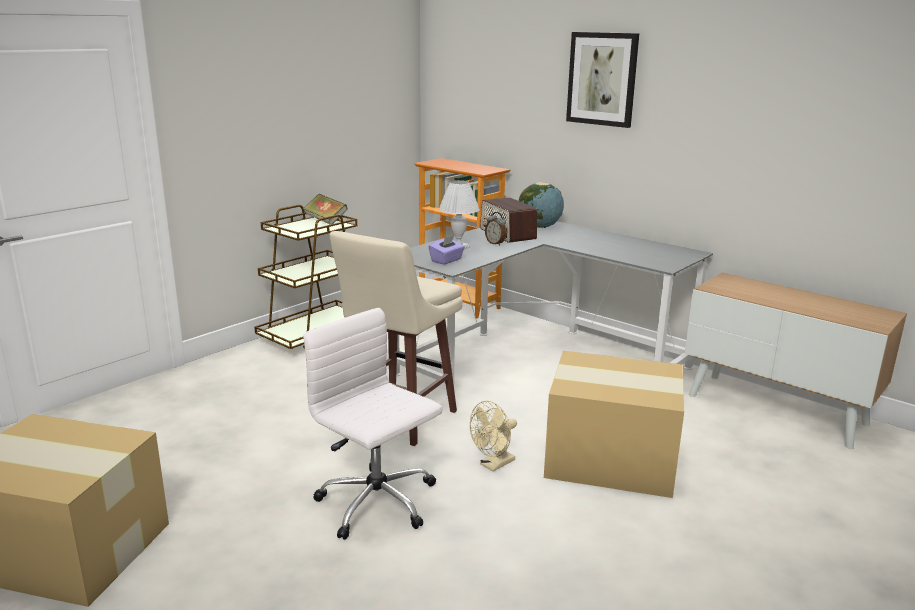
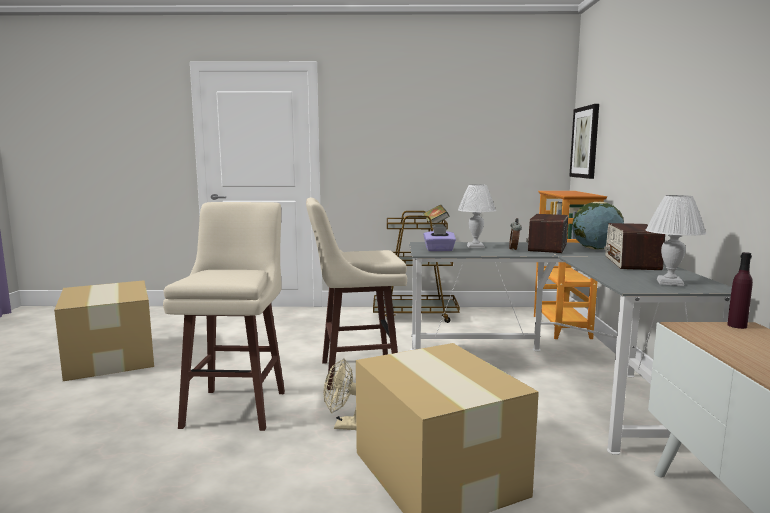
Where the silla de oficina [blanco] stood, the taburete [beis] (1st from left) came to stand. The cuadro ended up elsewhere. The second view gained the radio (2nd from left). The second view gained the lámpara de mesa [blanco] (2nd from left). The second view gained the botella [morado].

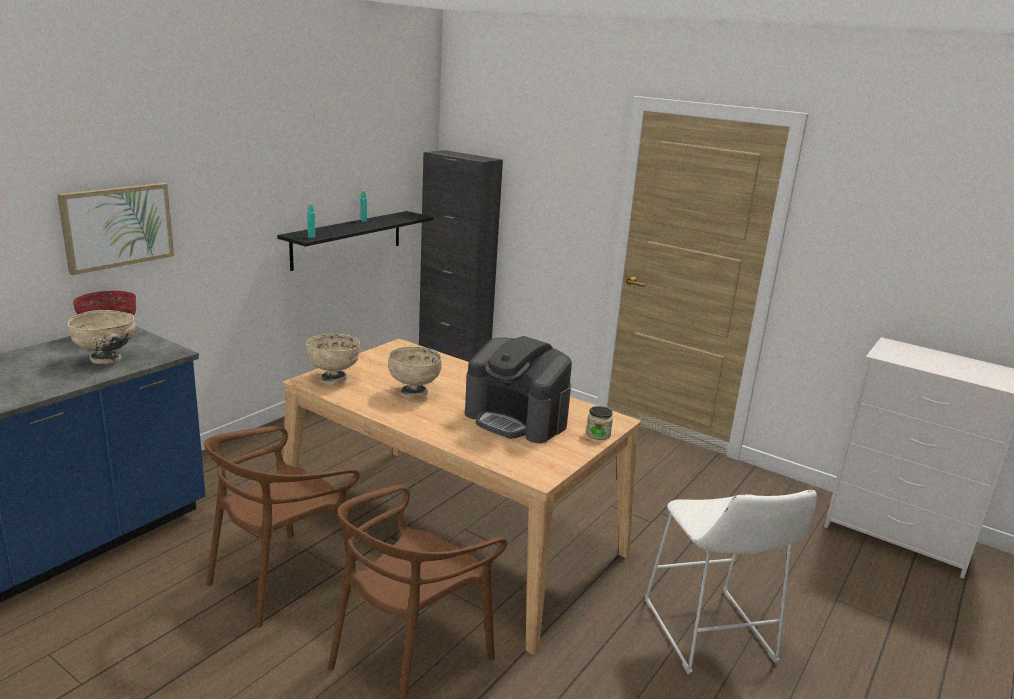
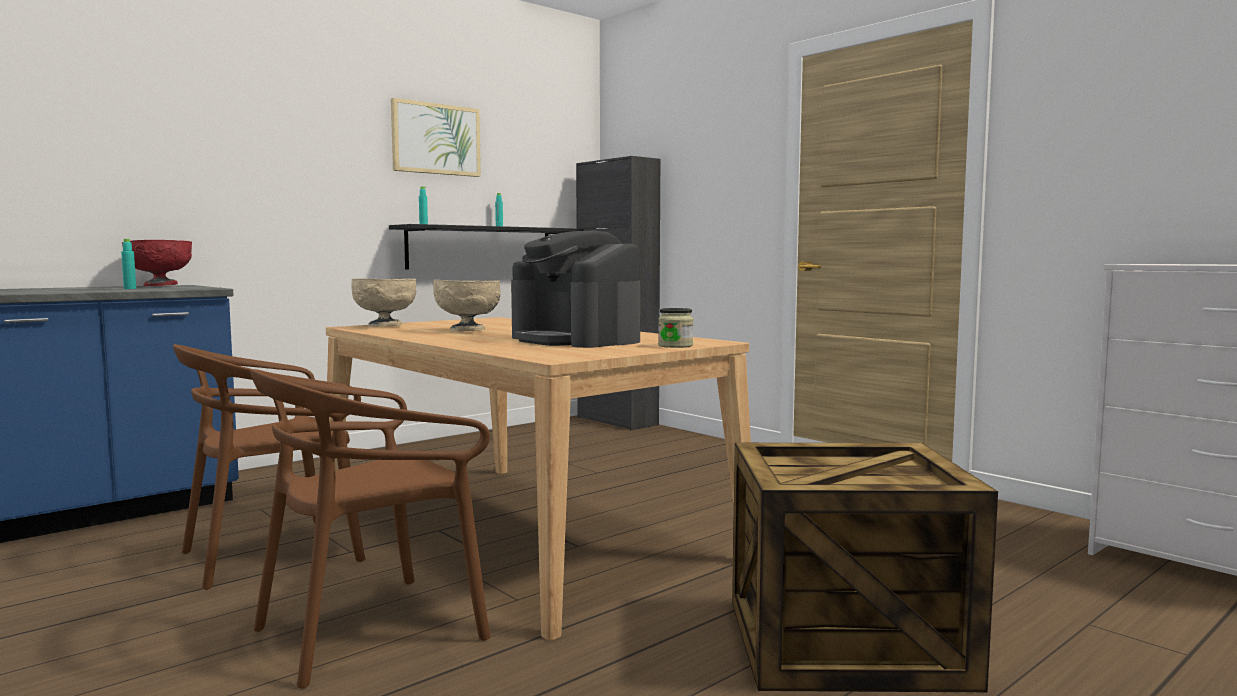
Where the cuenco [beis] (1st from left) stood, the botella [turquesa] (1st from left) came to stand. The cuadro ended up elsewhere. Where the taburete [blanco] stood, the caja de embalaje came to stand.

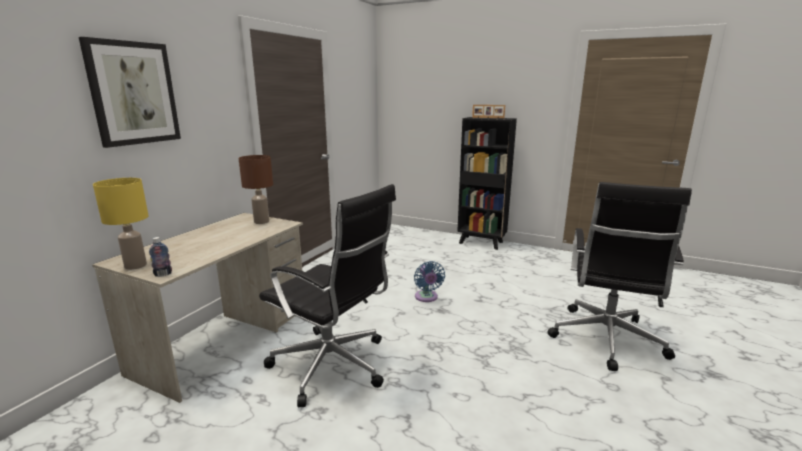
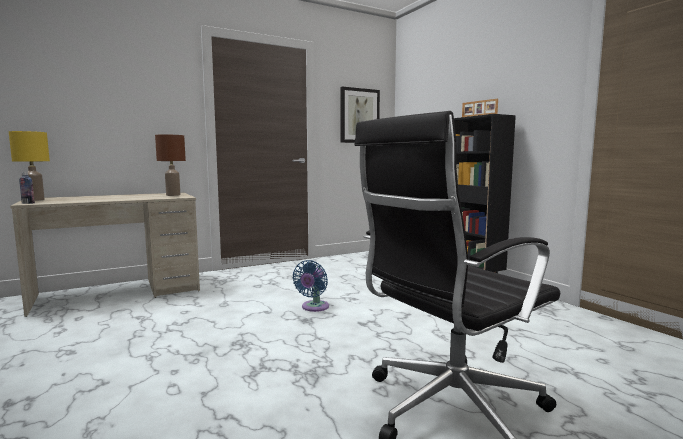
The cuadro ended up elsewhere. The second view lost the silla de oficina [negro] (1st from left).

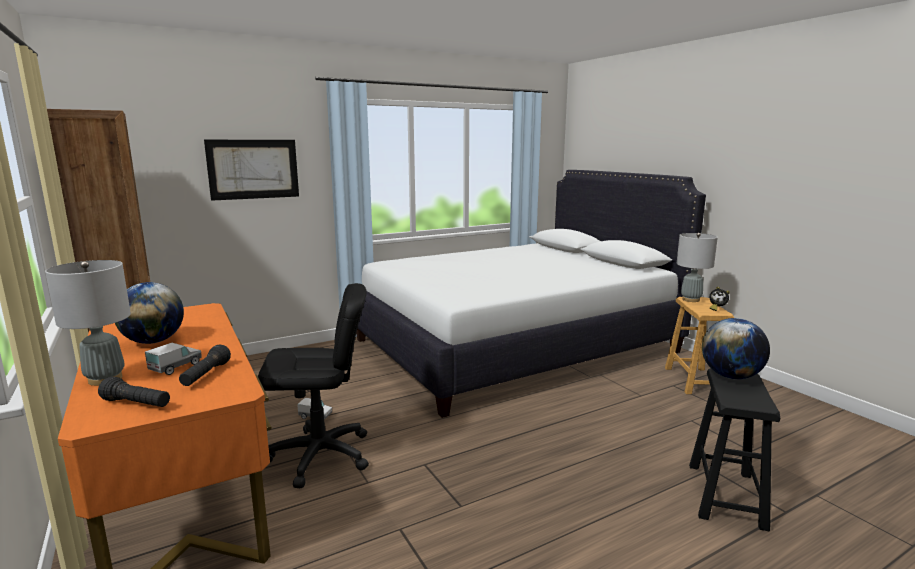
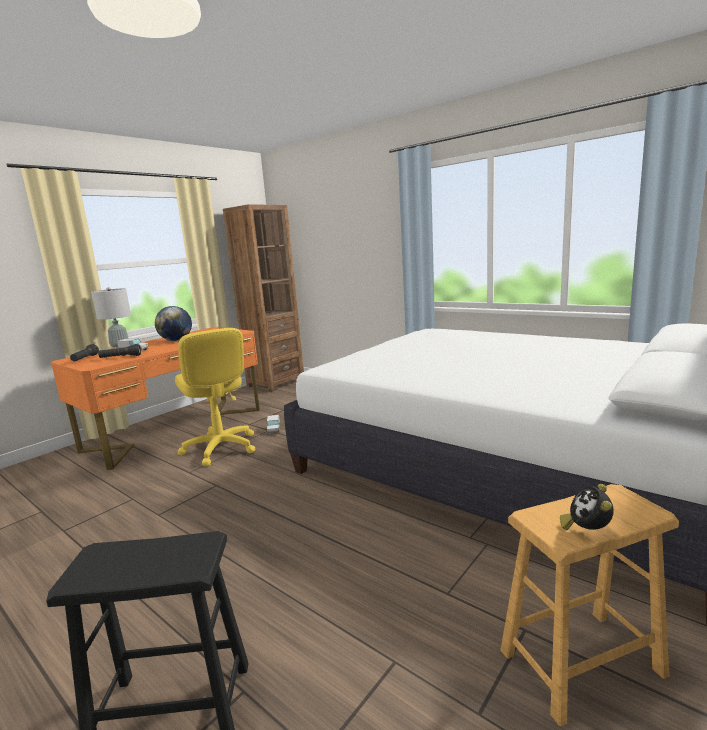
What was the silla de oficina [negro] turned into the silla de oficina [amarillo]. The second view lost the cuadro. The second view lost the lámpara de mesa [gris] (2nd from left). The second view lost the globo terráqueo (2nd from left).

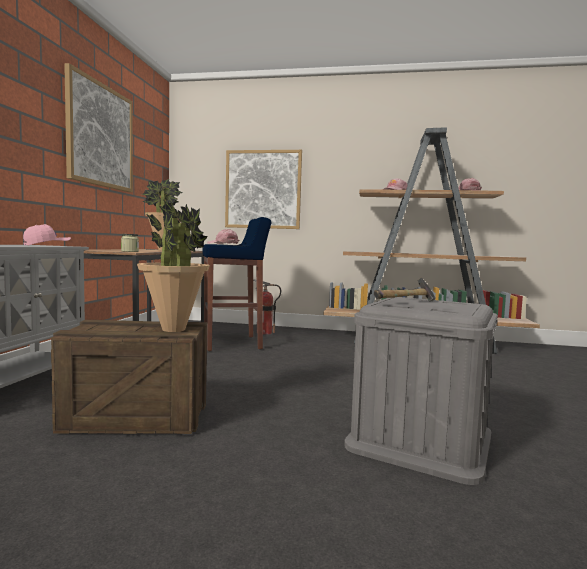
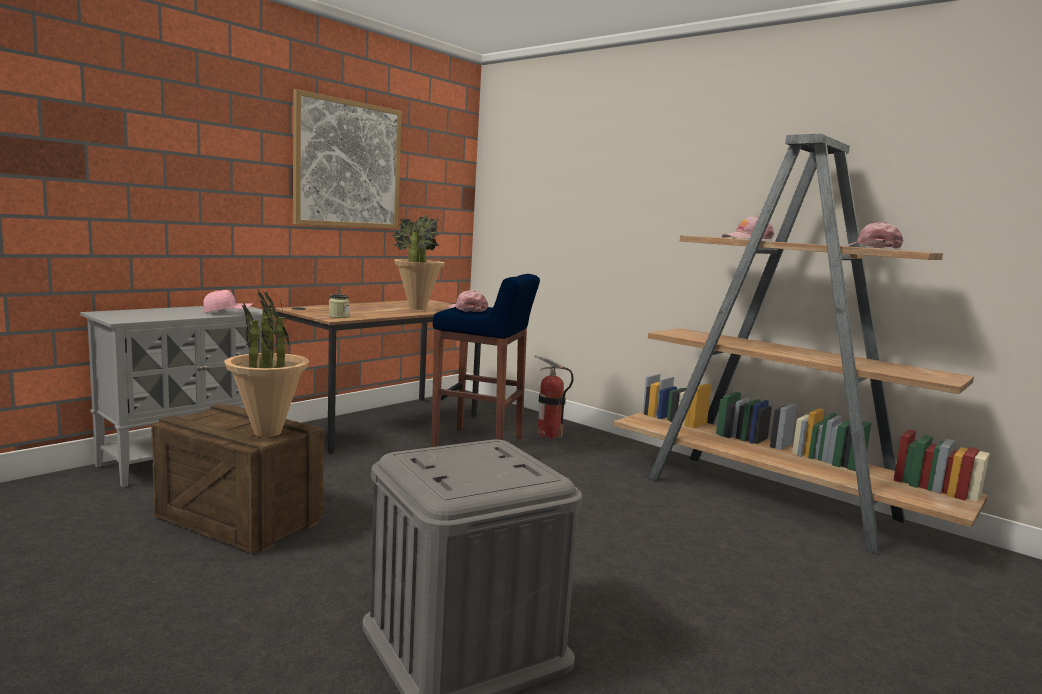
The second view lost the cuadro (2nd from left). The second view lost the martillo.

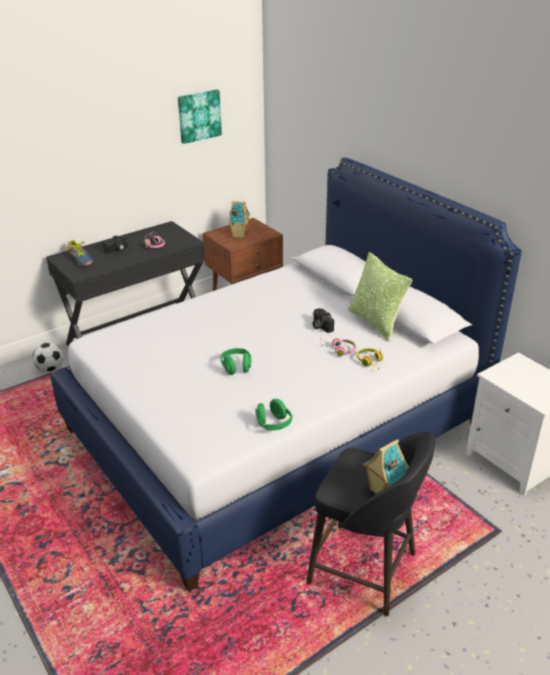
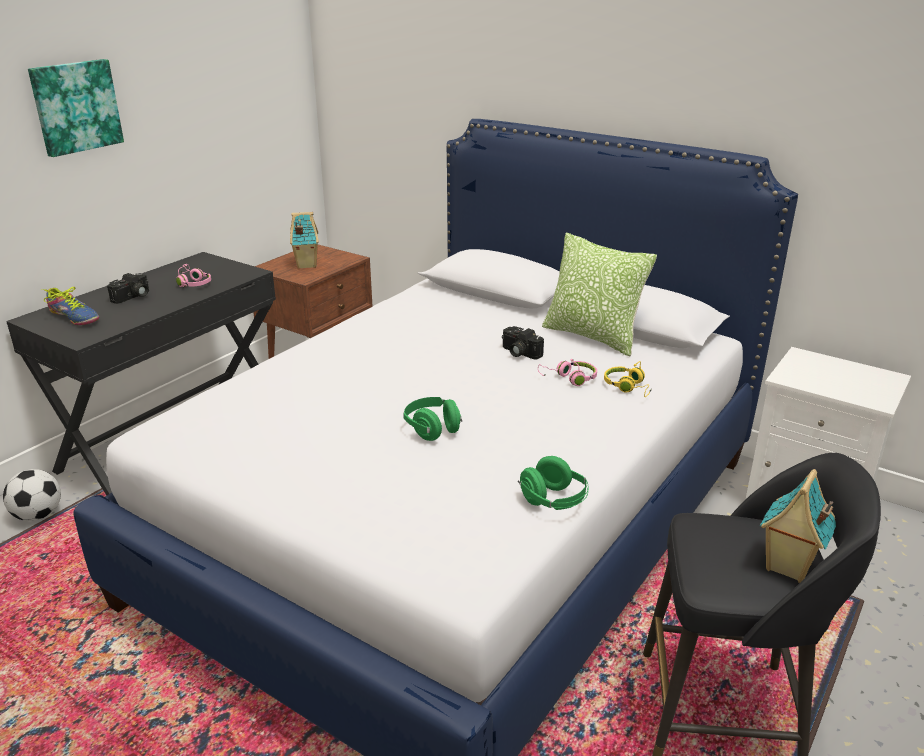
The cuadro ended up elsewhere.

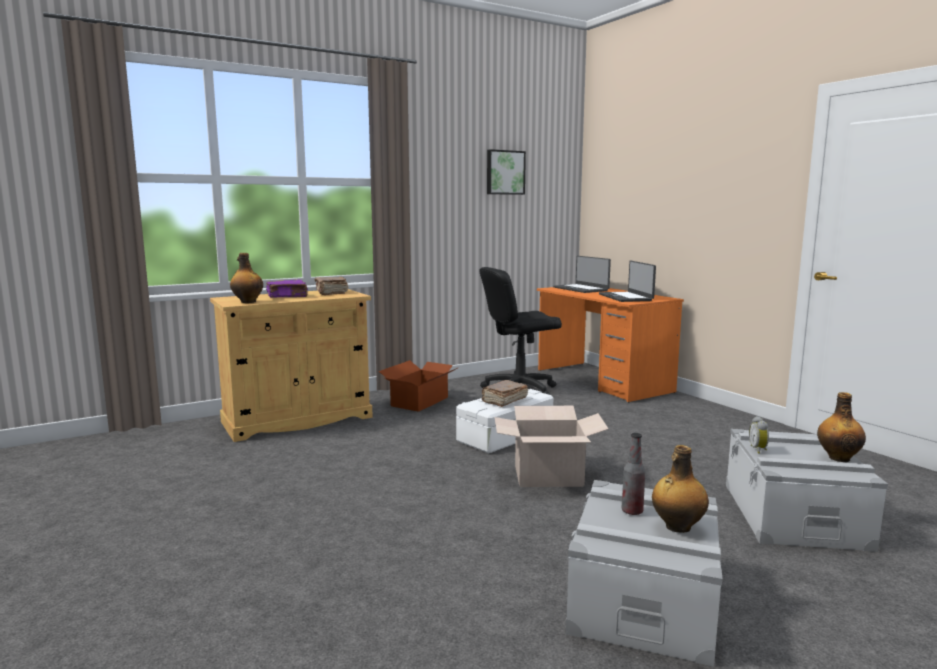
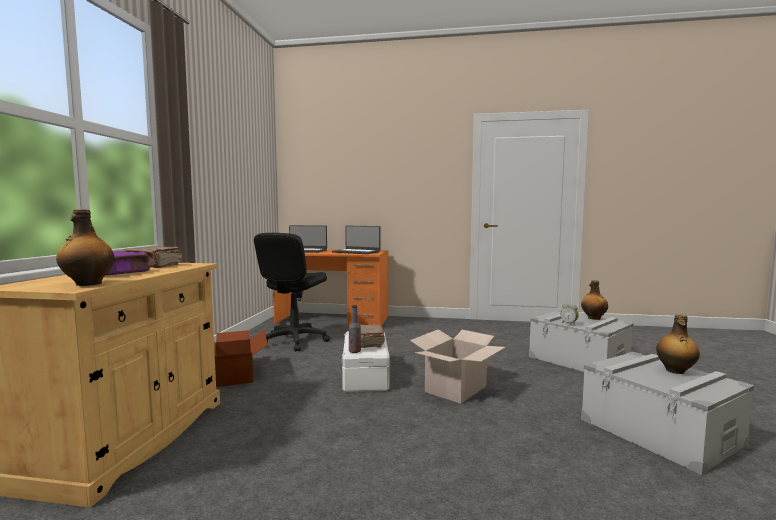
The botella (2nd from left) ended up elsewhere. The second view lost the cuadro.

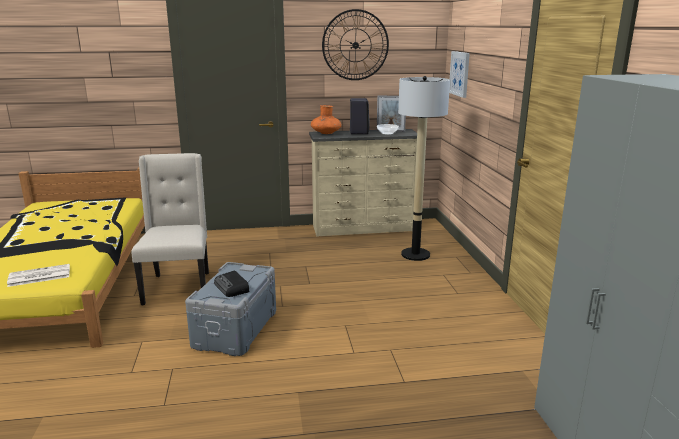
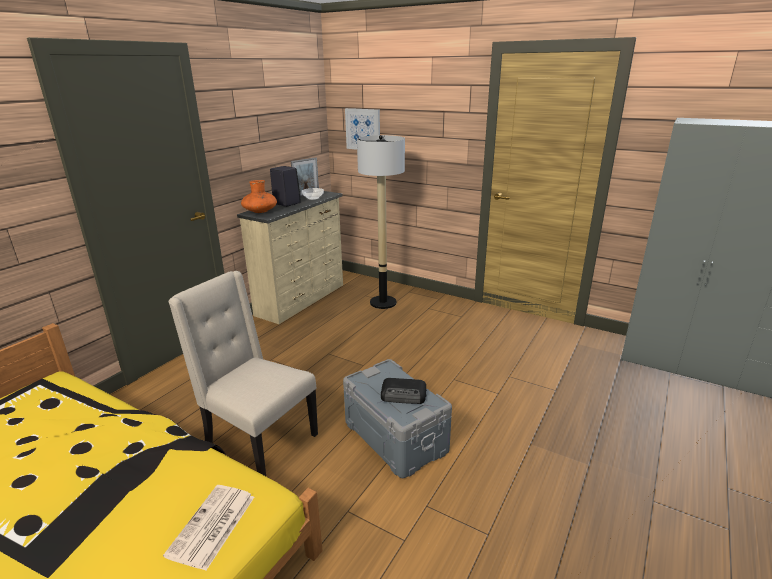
The second view lost the reloj de pared.

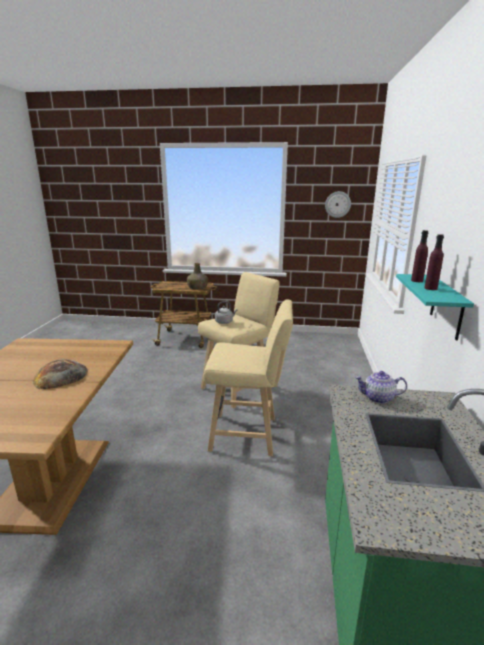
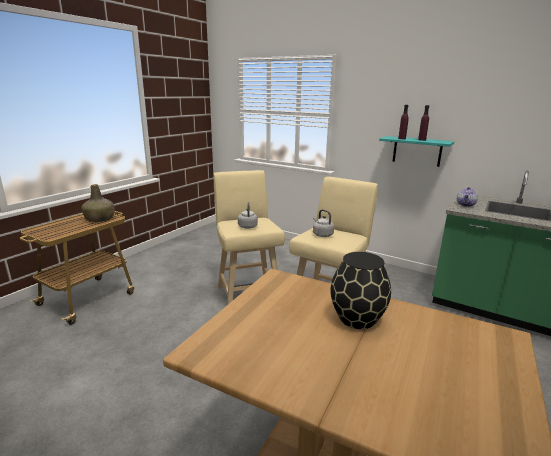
The second view gained the hervidor [gris] (2nd from left). Where the pan stood, the florero [negro] came to stand. The second view lost the reloj de pared.

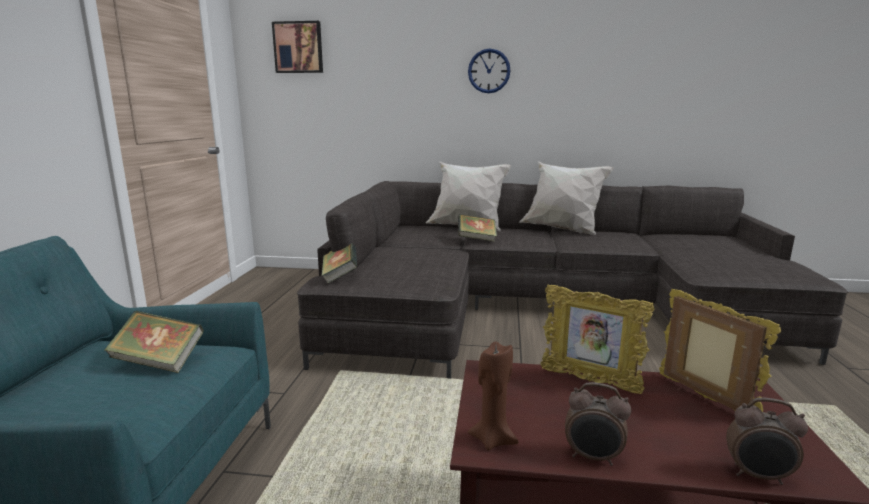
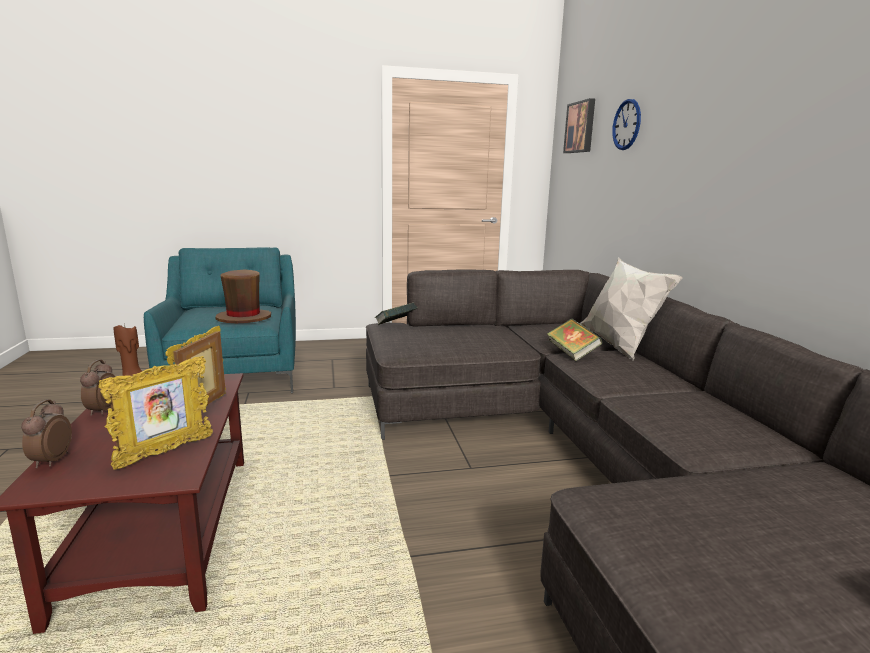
Where the libro (1st from left) stood, the sombrero [marrón] came to stand. The reloj de pared ended up elsewhere. The second view lost the cojín [blanco] (2nd from left).

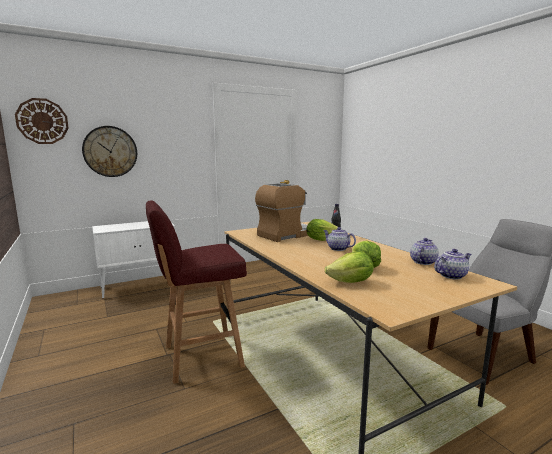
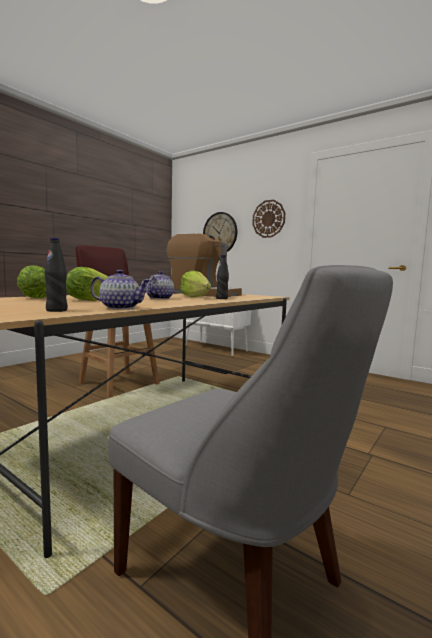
Where the tetera (3rd from left) stood, the botella [negro] (1st from left) came to stand. The reloj de pared (1st from left in the first image) ended up elsewhere.

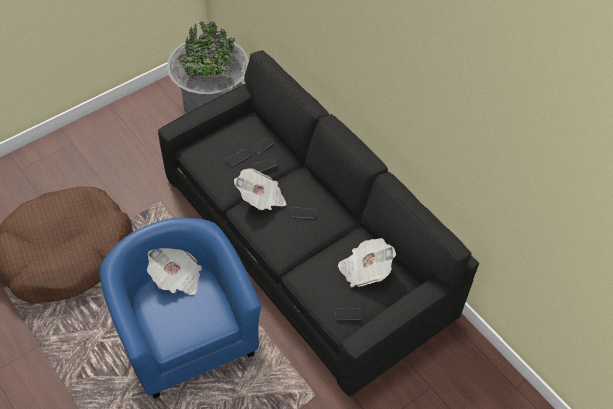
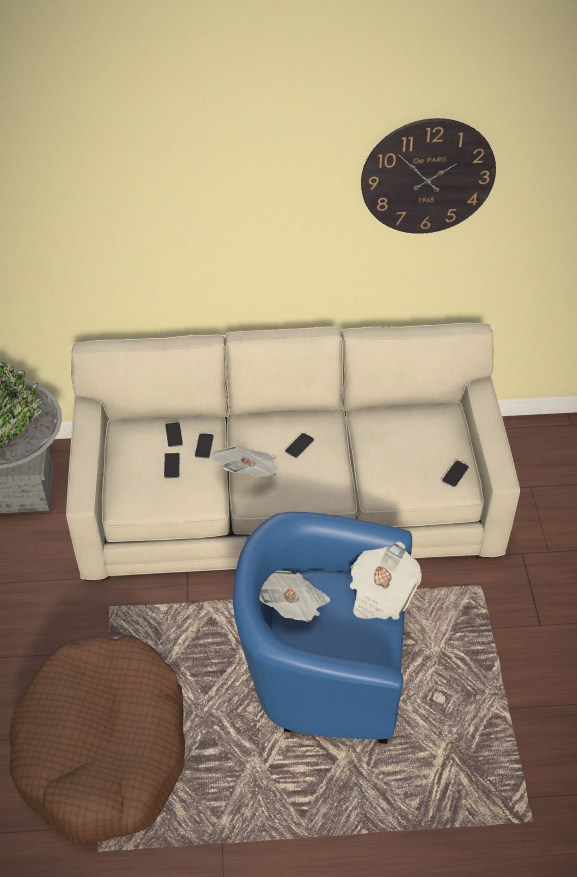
What was the sofá [negro] turned into the sofá [beis]. The periódico (3rd from left) ended up elsewhere. The second view gained the reloj de pared.

